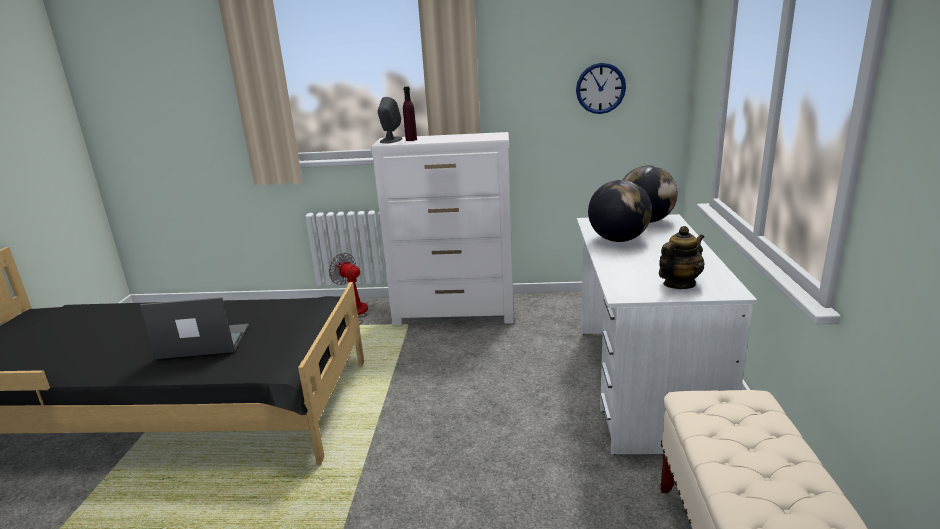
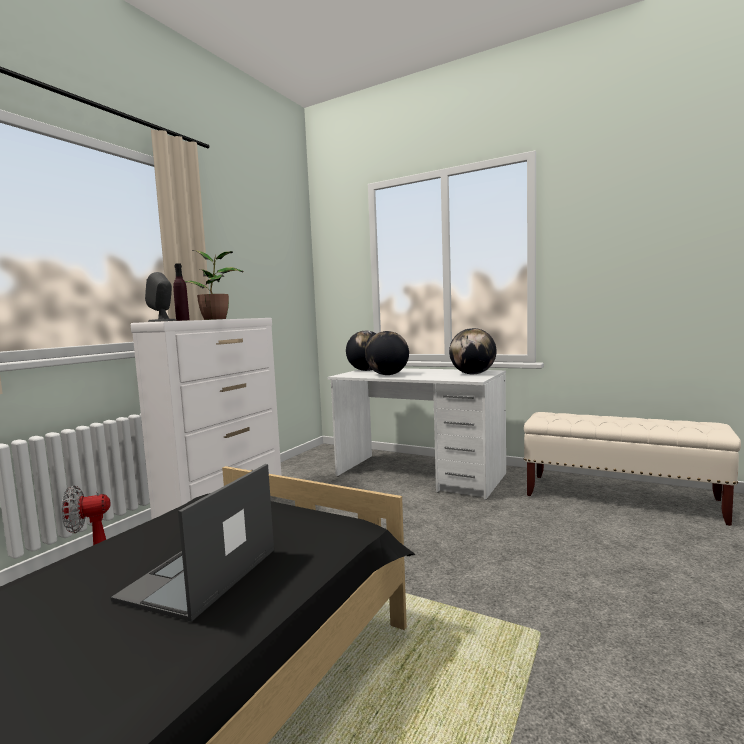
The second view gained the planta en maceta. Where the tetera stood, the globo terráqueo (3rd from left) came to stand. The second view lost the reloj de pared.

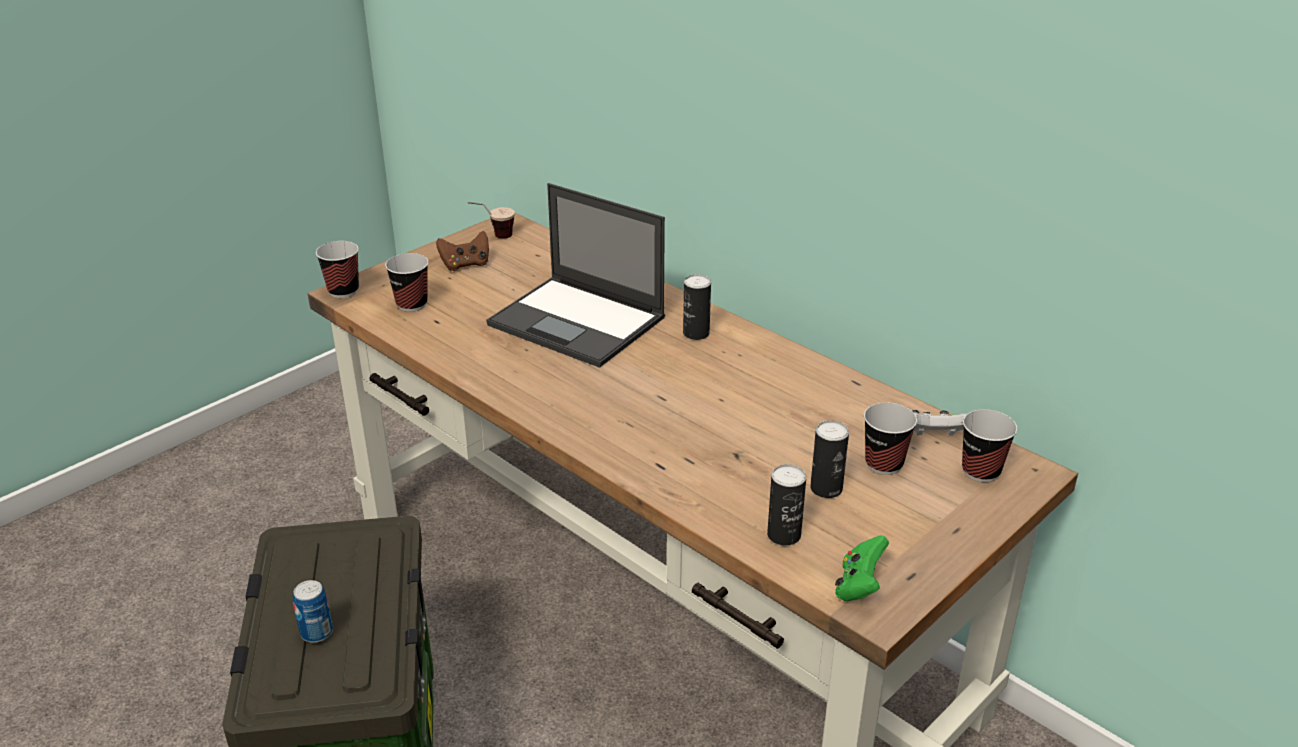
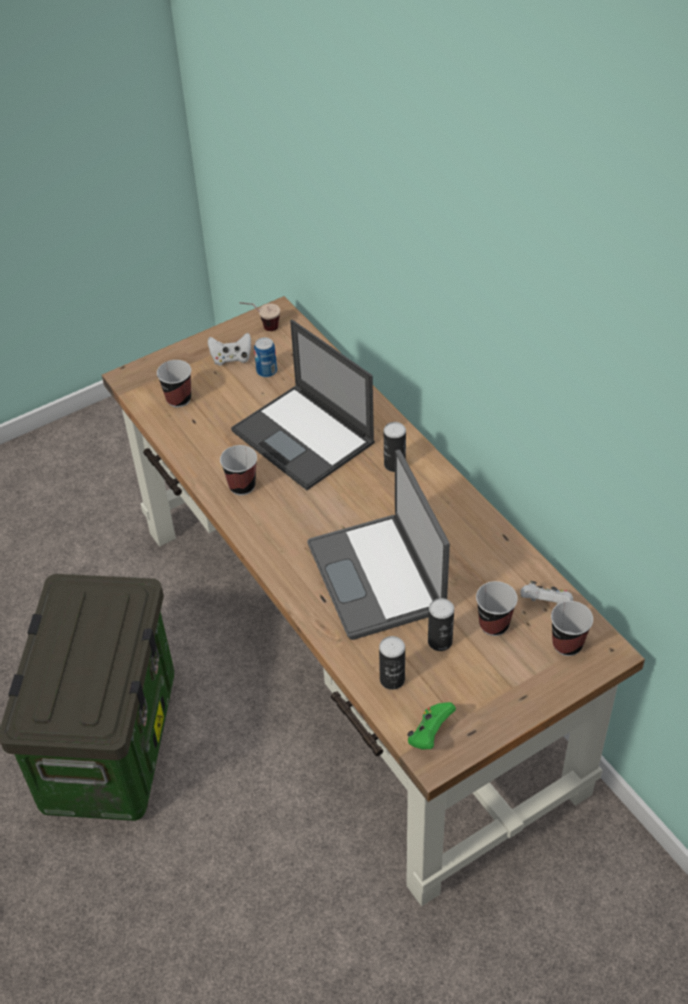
What was the mando de consola [marrón] turned into the mando de consola [blanco] (1st from left). The taza (1st from left in the first image) ended up elsewhere. The lata (1st from left) ended up elsewhere. The second view gained the portátil (2nd from left).

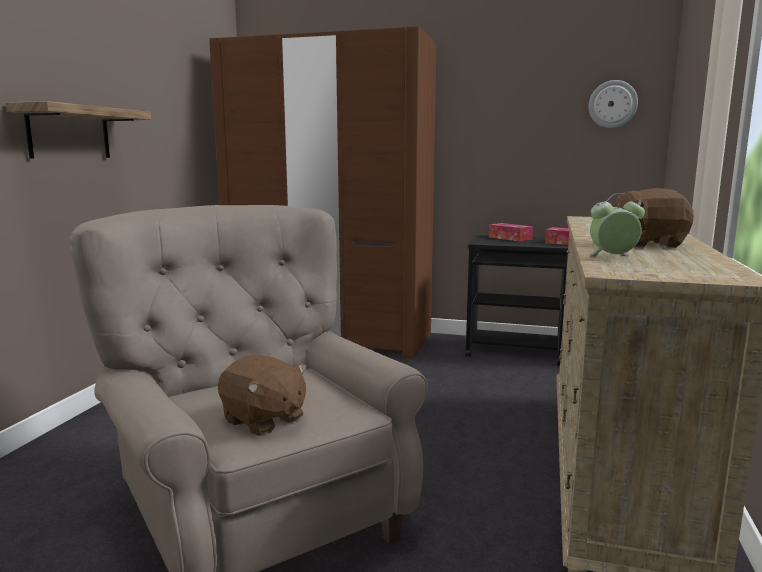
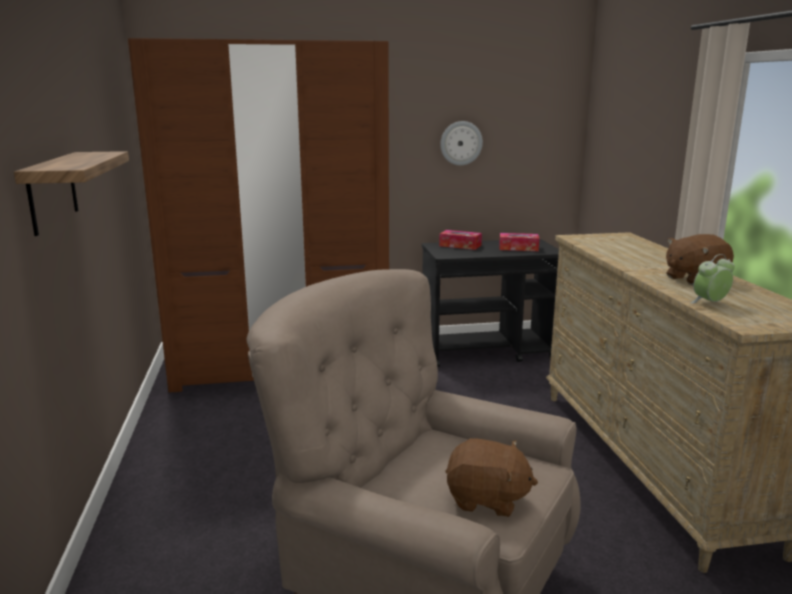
The reloj de pared ended up elsewhere.

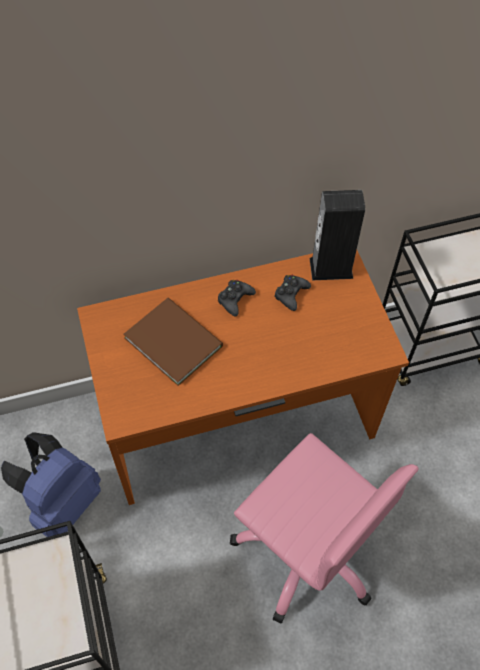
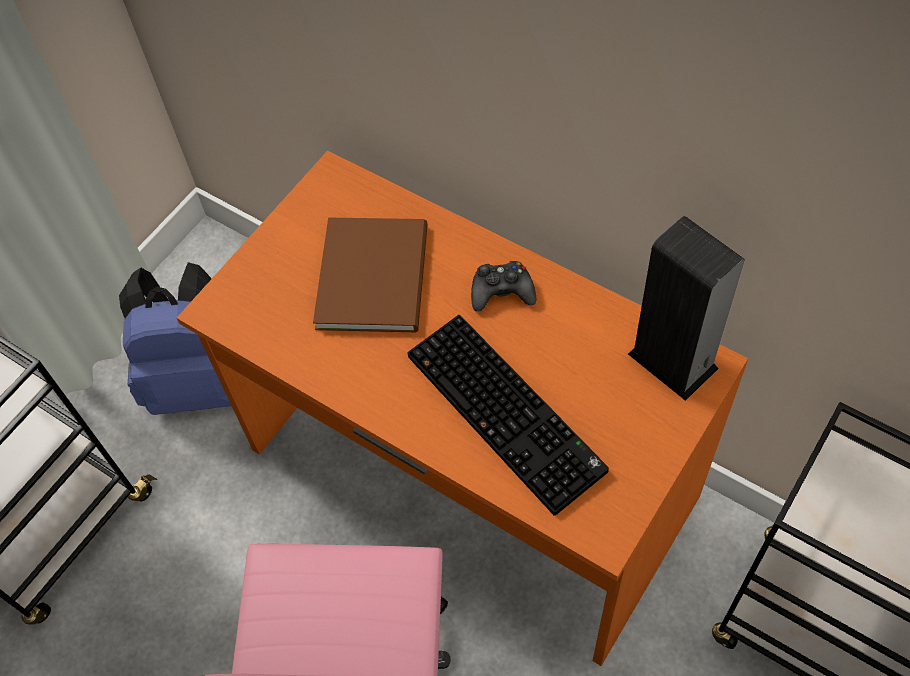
The second view gained the teclado. The second view lost the mando de consola [negro] (2nd from left).

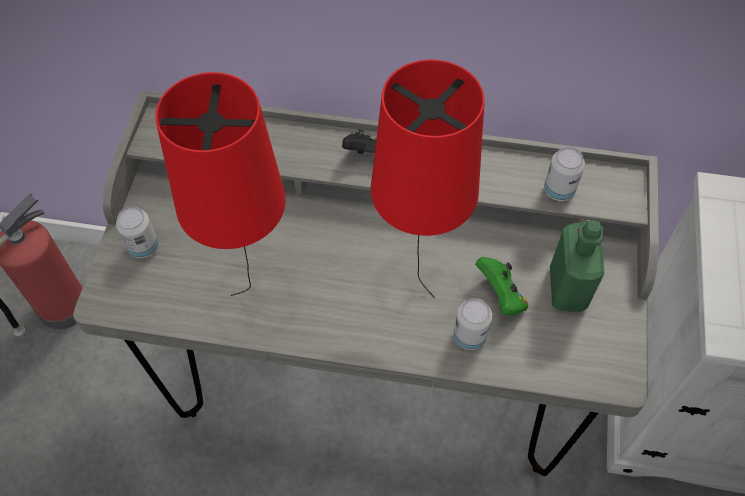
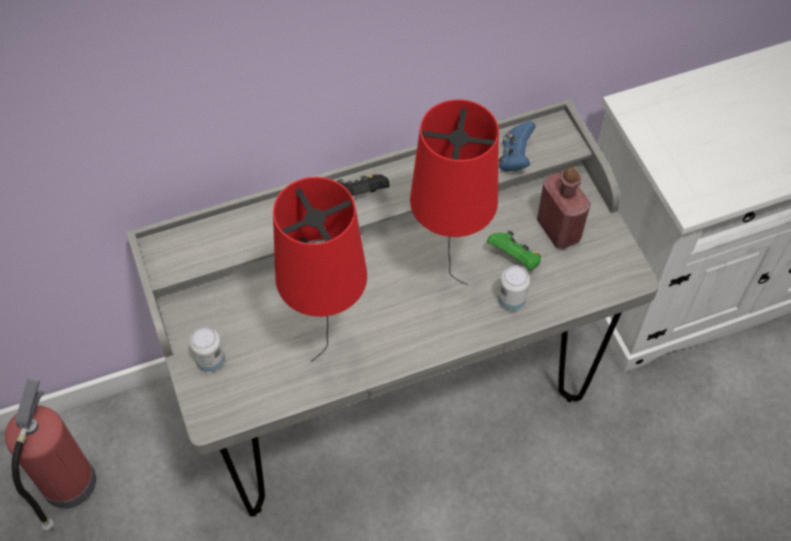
Where the lata (3rd from left) stood, the mando de consola [azul] came to stand. What was the botella [verde] turned into the botella [rojo].

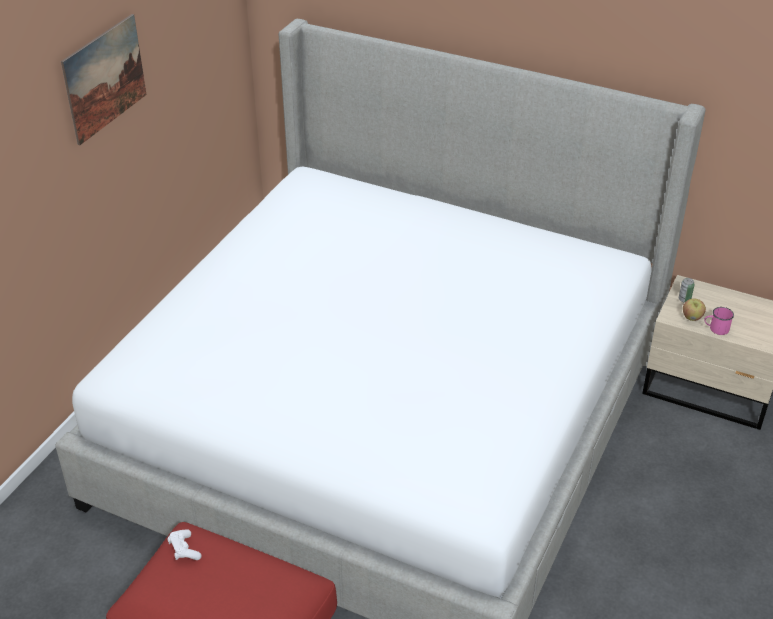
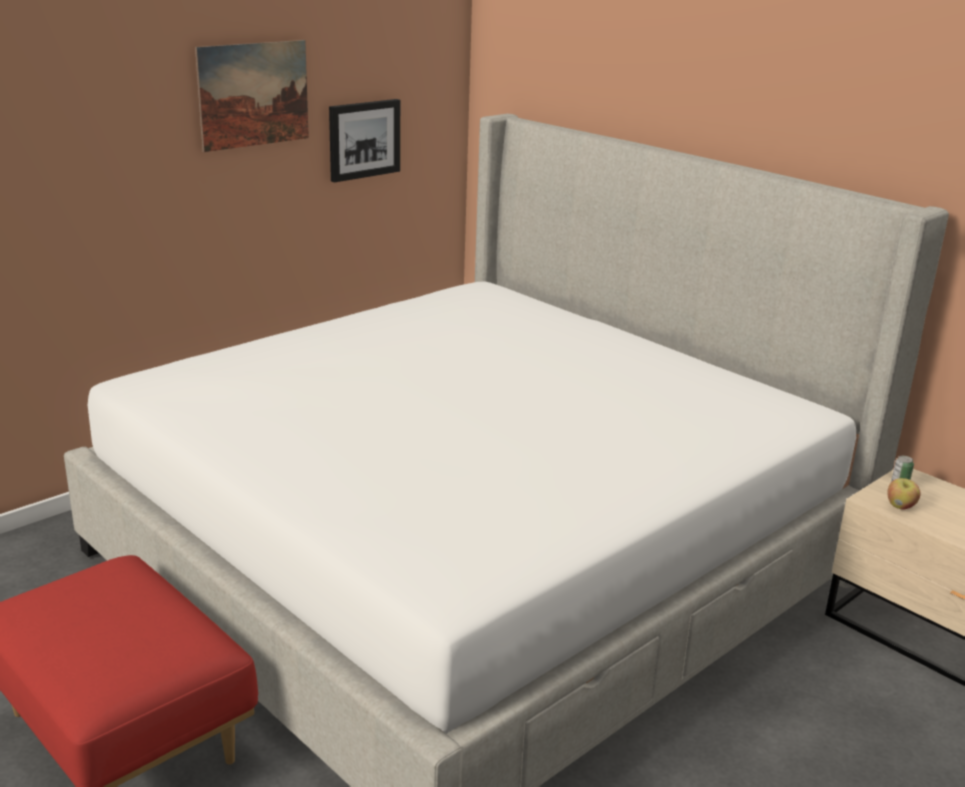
The second view gained the cuadro (2nd from left). The second view lost the mando de consola [blanco]. The second view lost the taza grande [rosa].

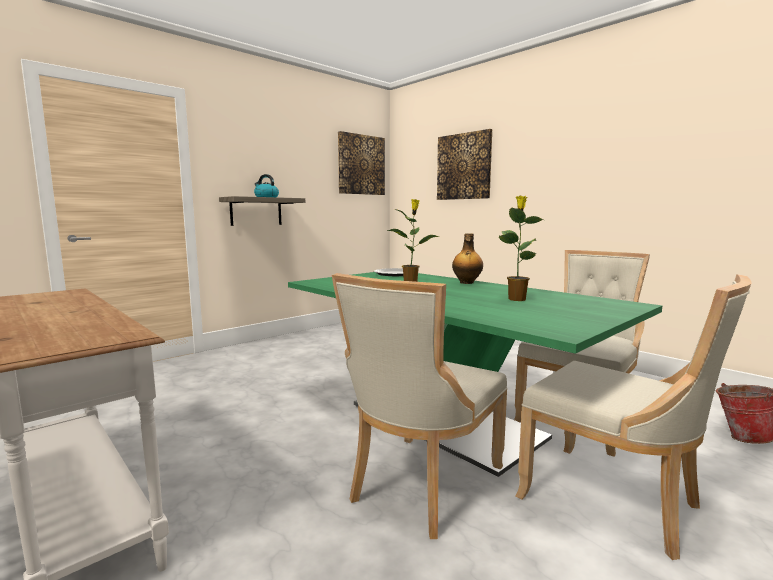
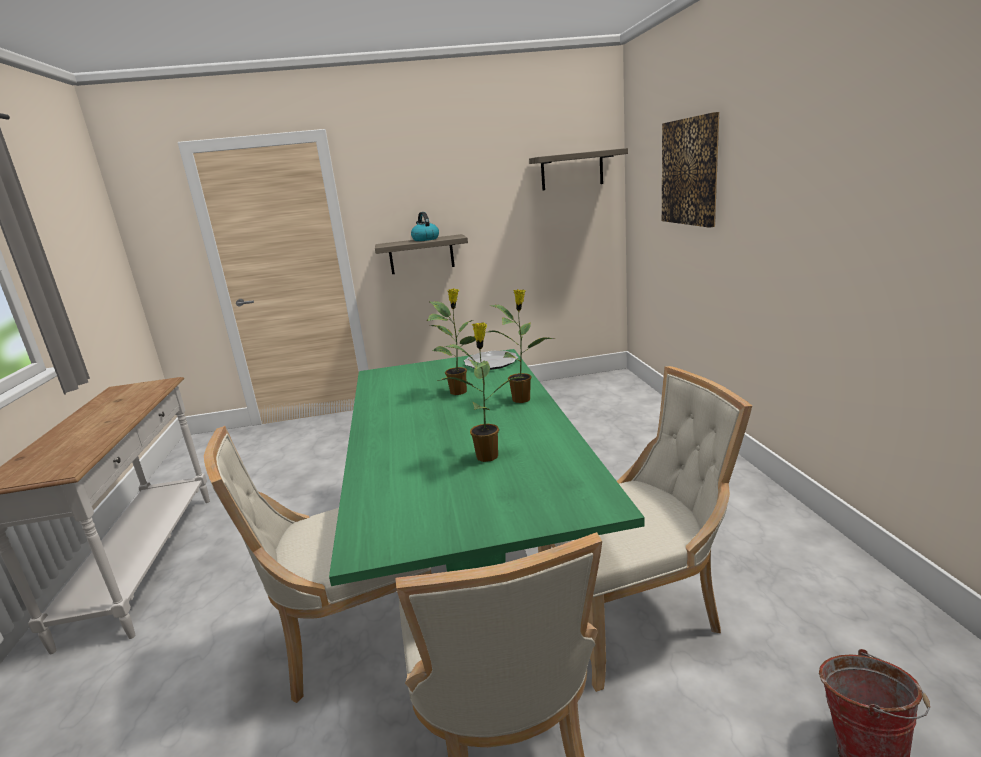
Where the botella stood, the planta en maceta (3rd from left) came to stand. Where the cuadro (1st from left) hung, the estante (2nd from left) came to hang.

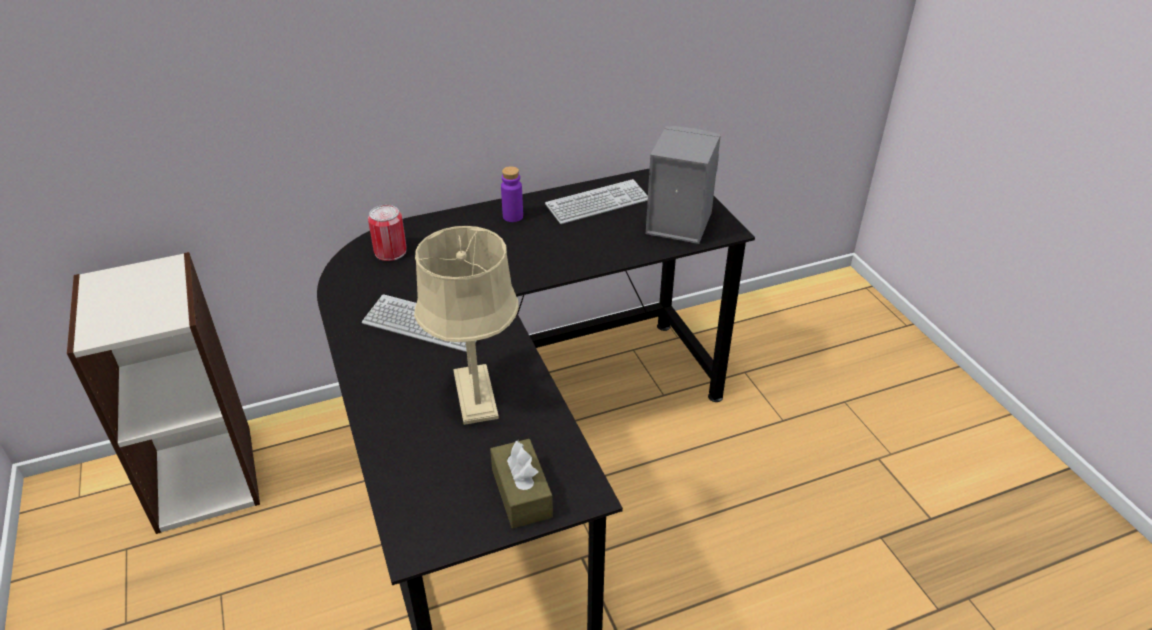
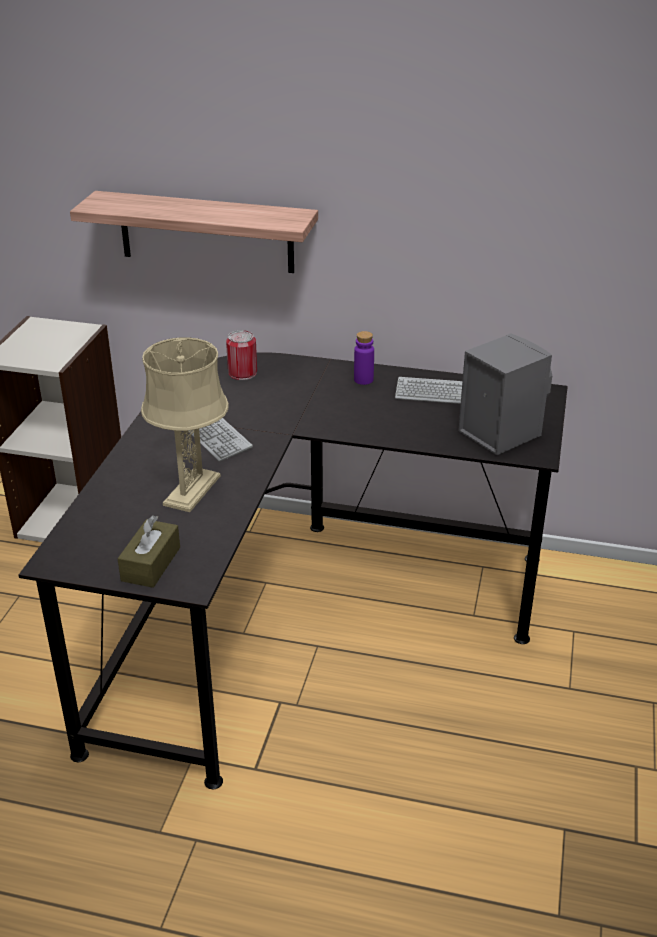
The second view gained the estante.

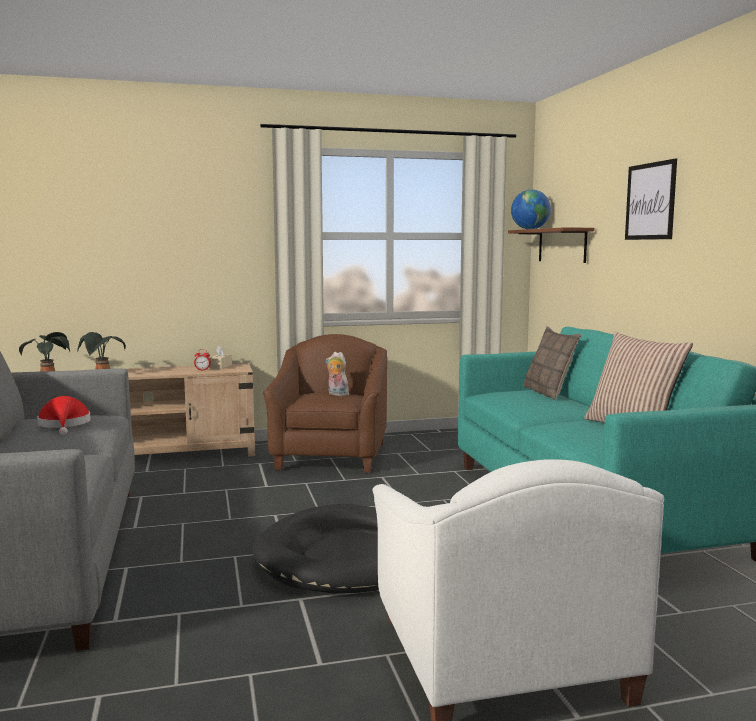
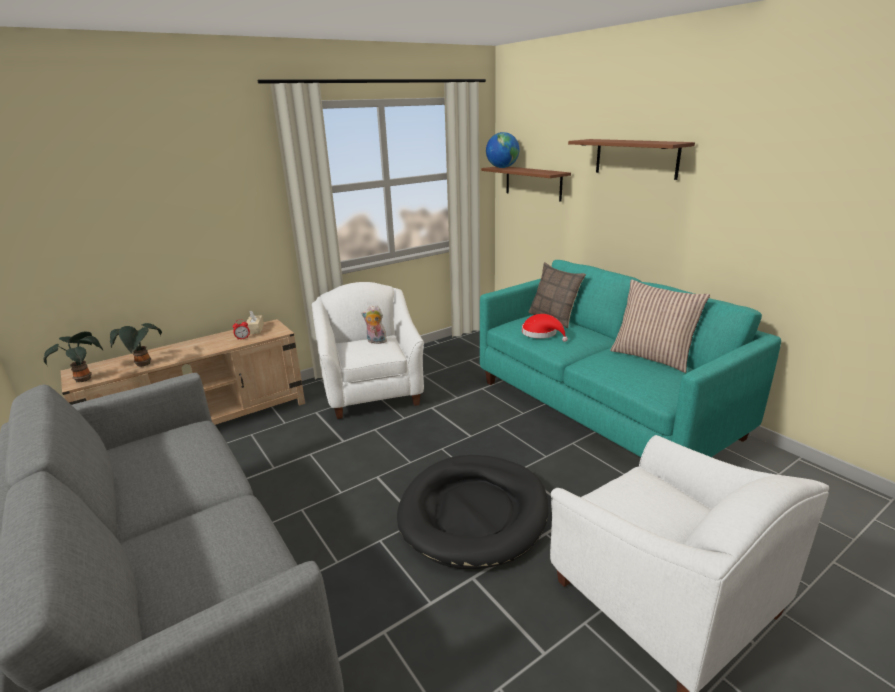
What was the sillón [marrón] turned into the sillón [blanco] (1st from left). The sombrero [rojo] ended up elsewhere. Where the cuadro hung, the estante [marrón] (2nd from left) came to hang.

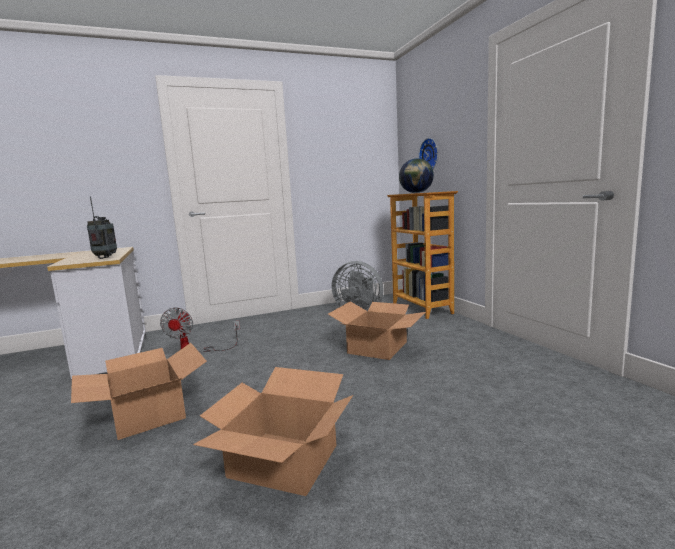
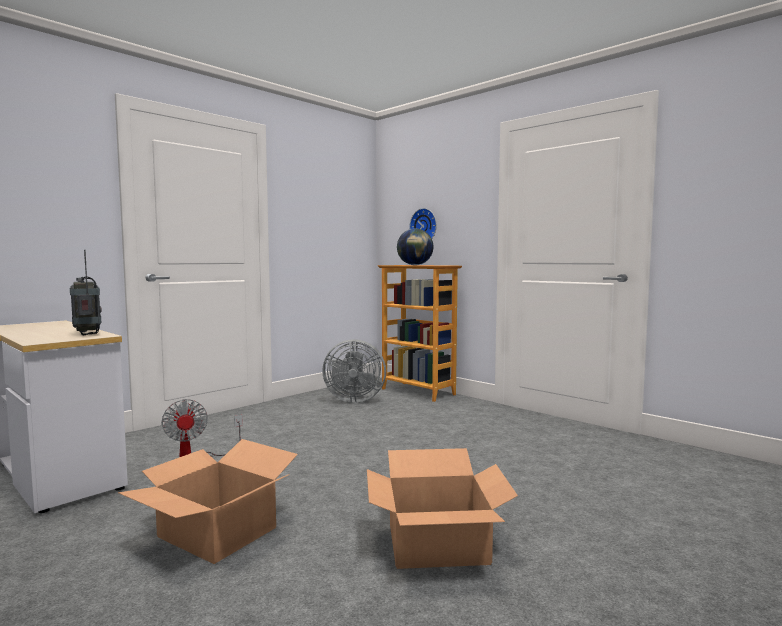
The second view lost the caja de cartón (3rd from left).

